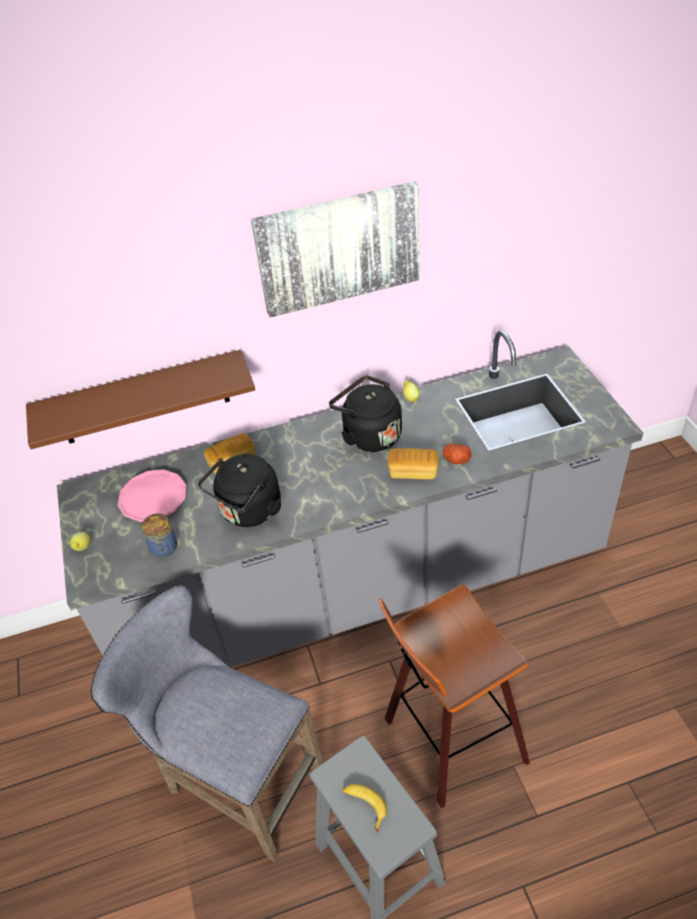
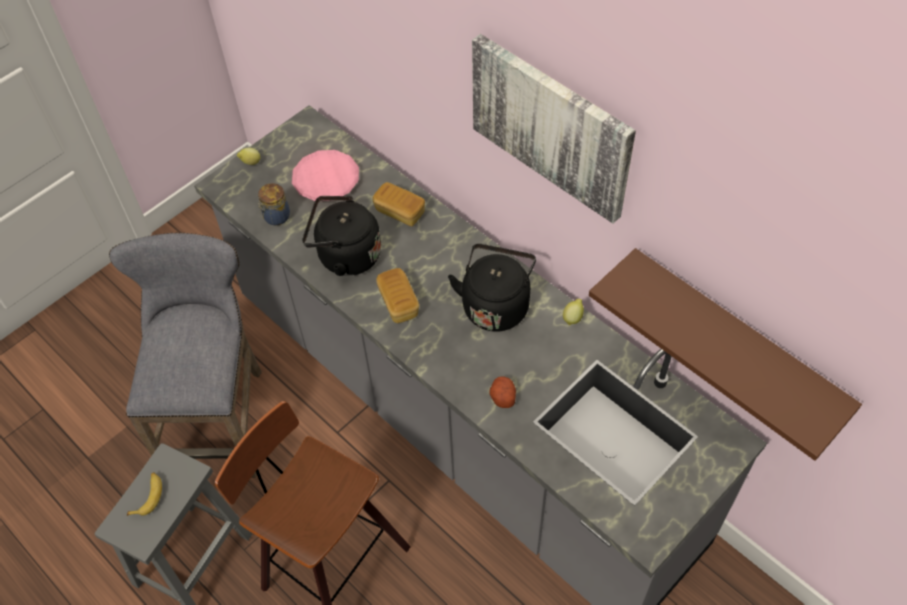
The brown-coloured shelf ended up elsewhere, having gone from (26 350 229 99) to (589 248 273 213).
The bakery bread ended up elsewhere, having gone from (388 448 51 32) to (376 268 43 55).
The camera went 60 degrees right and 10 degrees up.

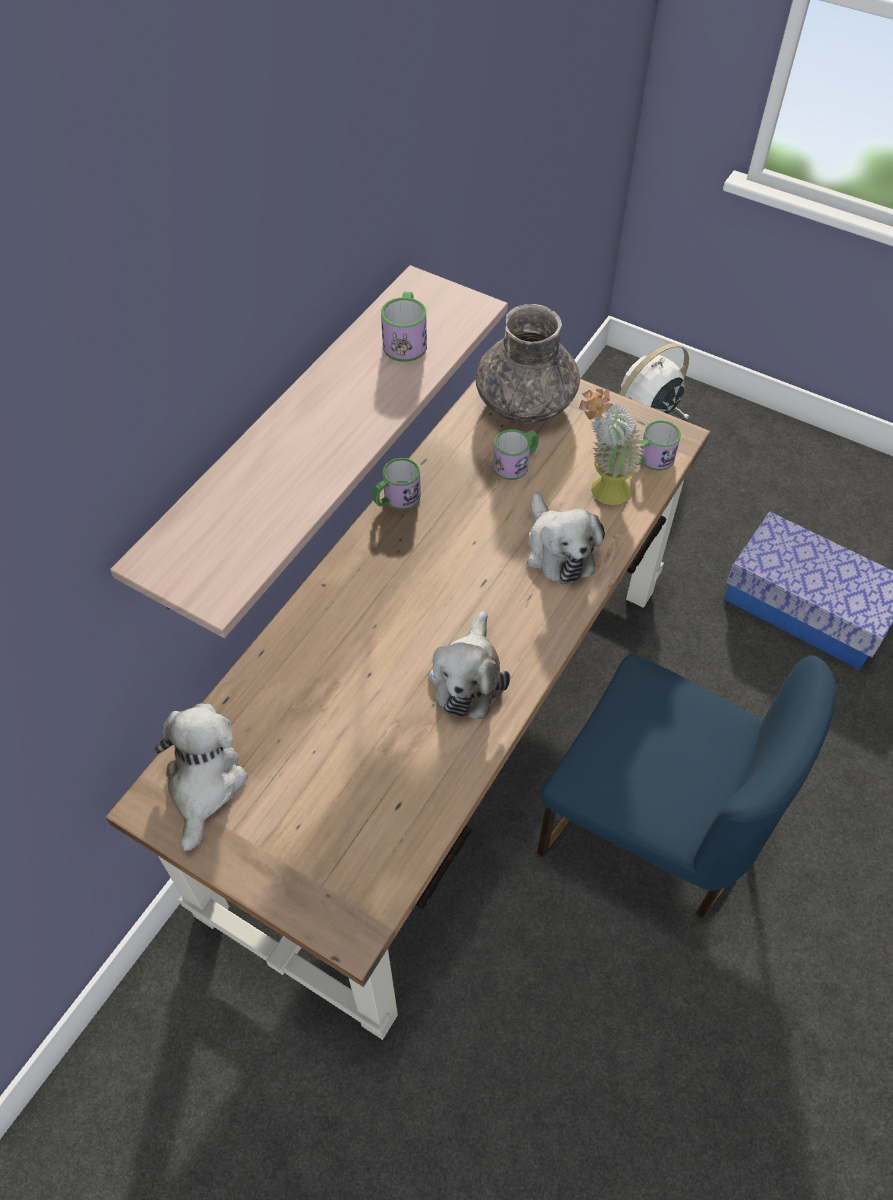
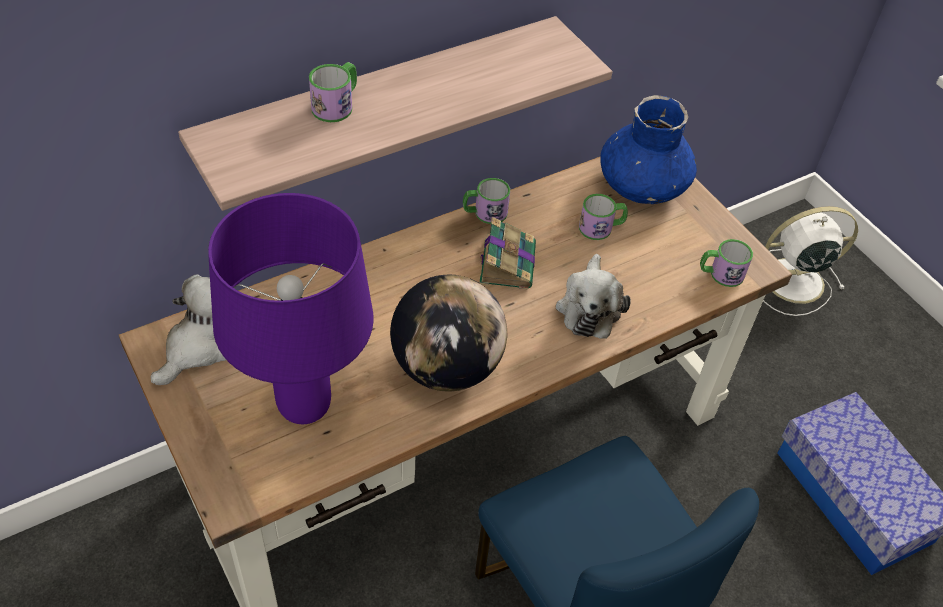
The coffee mug ended up elsewhere, having gone from (381 291 46 71) to (309 62 48 60).
Where the cuddly toy stood at (429 611 81 108), the desk globe came to stand at (390 274 117 117).
What was the grey decorative vase at (476 304 104 119) turned into the blue decorative vase at (600 95 97 109).
The second view lost the houseplant at (579 385 66 120).
The second view gained the purple lamp for a table at (208 193 166 231).
The second view gained the book at (479 217 57 72).
The camera went 25 degrees right and 5 degrees down.

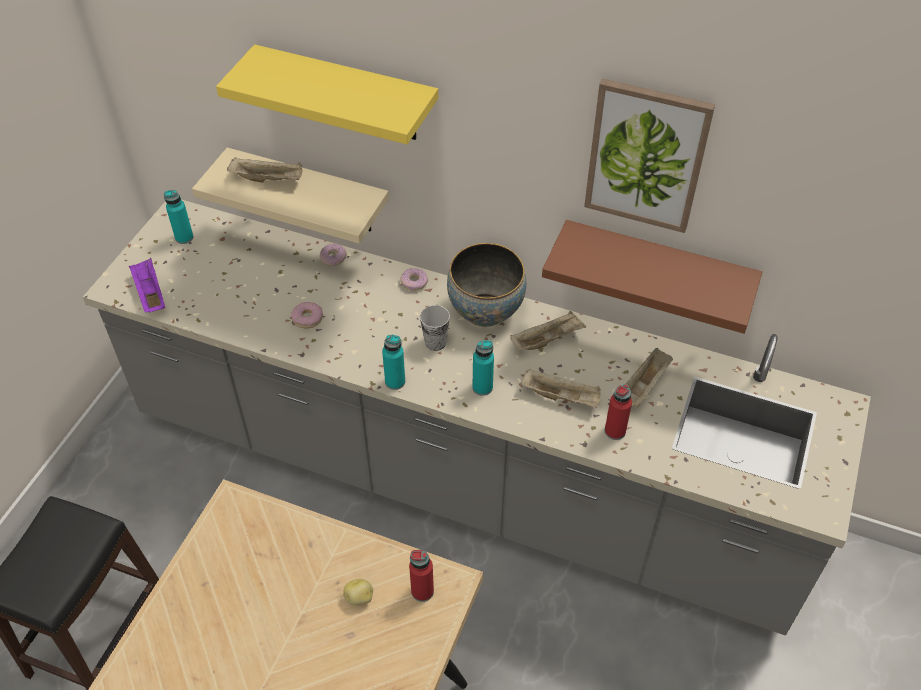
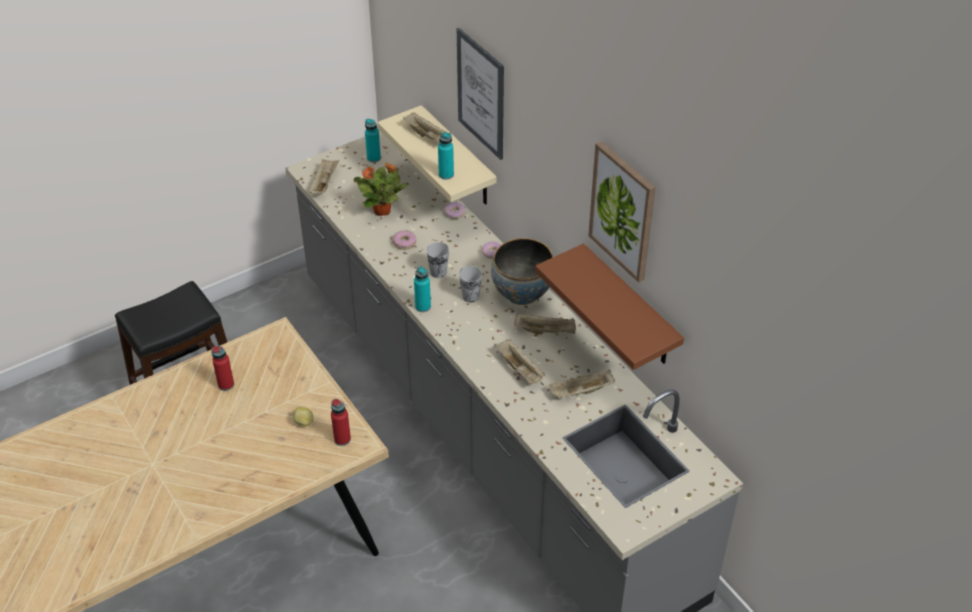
What was the purple serving tray at (129 258 36 55) turned into the beige serving tray at (309 159 30 36).
Where the yellowish shelf hung at (216 44 222 100), the picture came to hang at (457 28 47 132).
The turquoise-coloured beverage bottle ended up elsewhere, having gone from (473 340 21 56) to (438 132 16 48).
The reddish beverage bottle ended up elsewhere, having gone from (605 384 27 56) to (211 346 23 45).
The second view gained the houseplant at (353 163 54 53).
The second view gained the drinking cup at (426 242 23 36).
The camera went 35 degrees right and 5 degrees down.

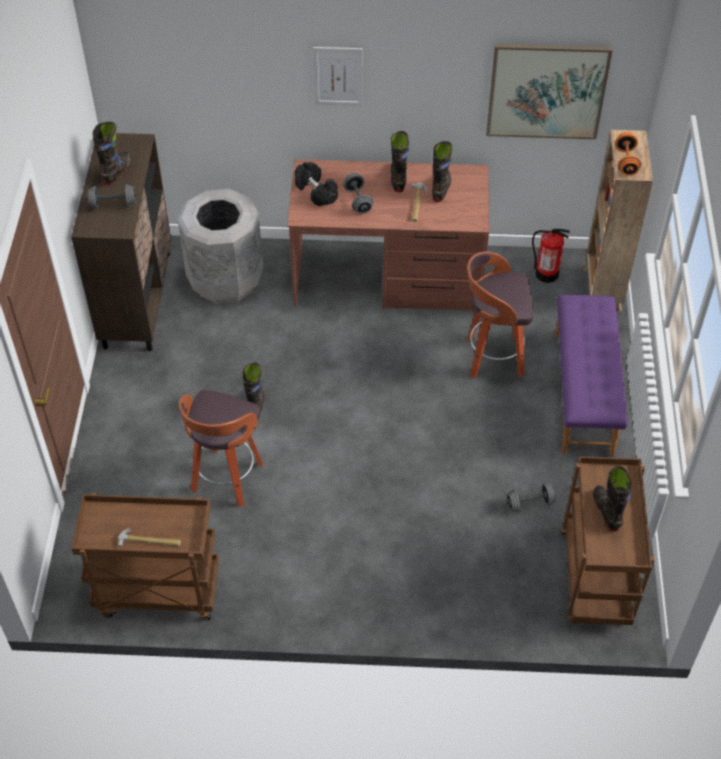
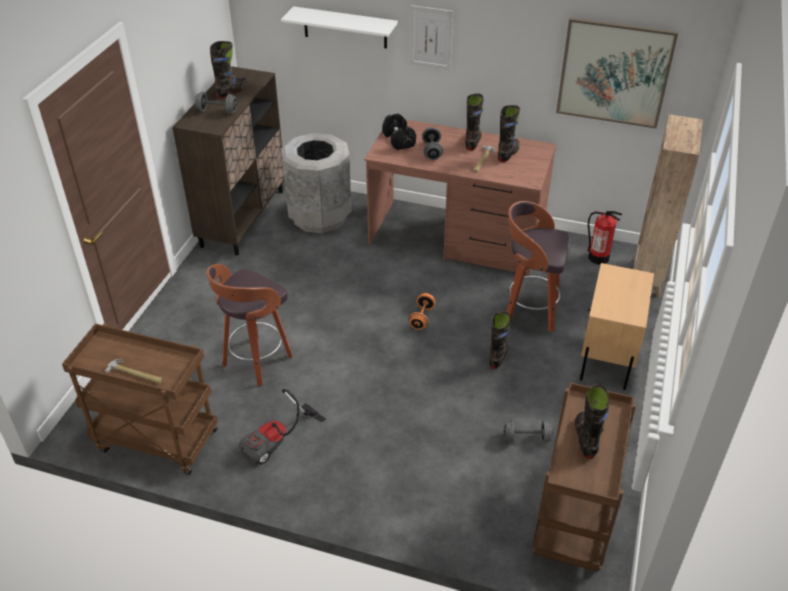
The black boot ended up elsewhere, having gone from (242 362 23 50) to (489 312 22 57).
Where the purple long seat stood at (555 295 73 161), the beige nightstand came to stand at (580 263 74 127).
The orange dumbbell ended up elsewhere, having gone from (615 132 26 44) to (409 293 27 37).
The second view gained the hoover at (239 389 87 77).
The second view gained the whitish shelf at (281 6 117 43).
The camera went 15 degrees right and 10 degrees down.

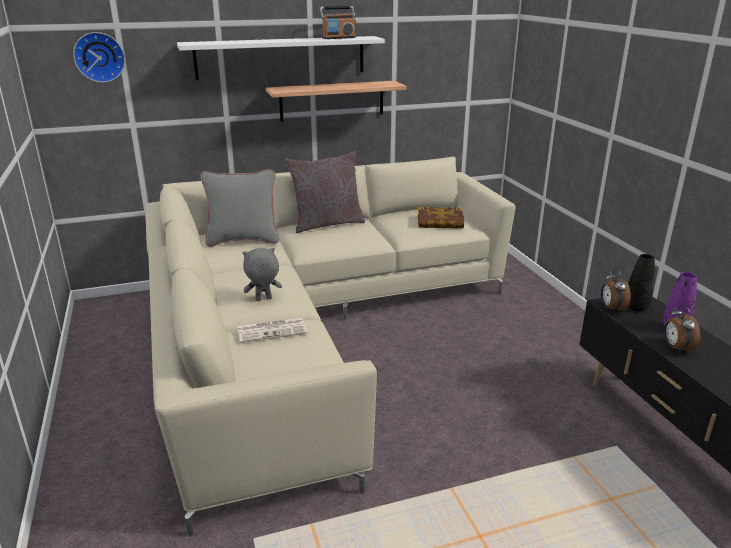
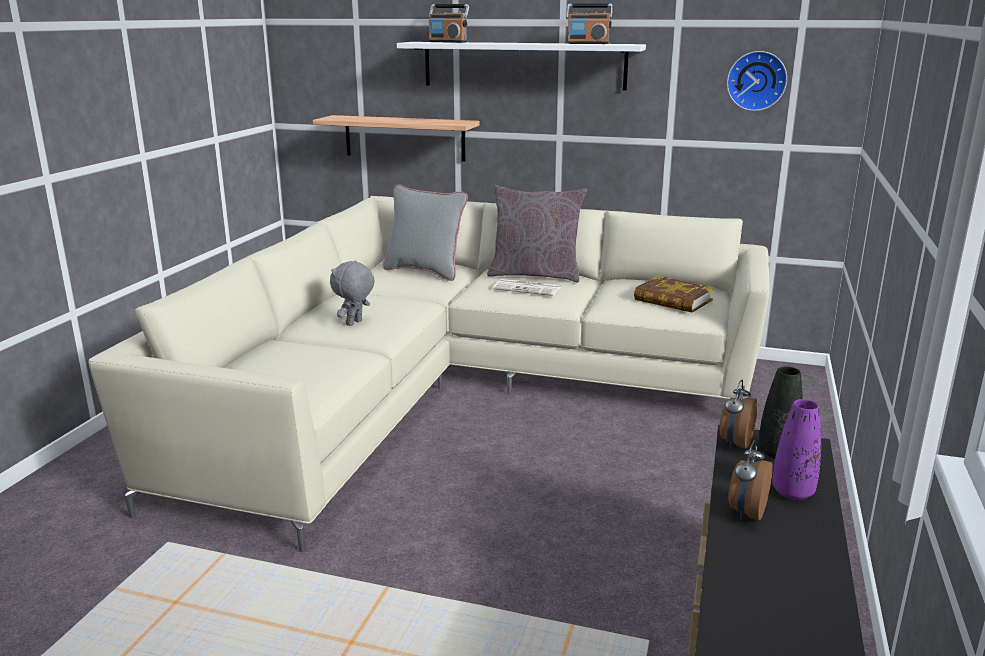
The hanging clock ended up elsewhere, having gone from (73 32 52 51) to (727 51 60 60).
The printed paper ended up elsewhere, having gone from (237 317 70 26) to (492 279 69 17).
The grey cuddly toy at (243 248 39 53) ended up facing another way, 75 degrees counterclockwise from before.
The shelf ended up elsewhere, having gone from (266 81 141 41) to (313 115 167 47).
The second view gained the radio receiver at (428 4 41 39).
The camera went 35 degrees right and 5 degrees down.

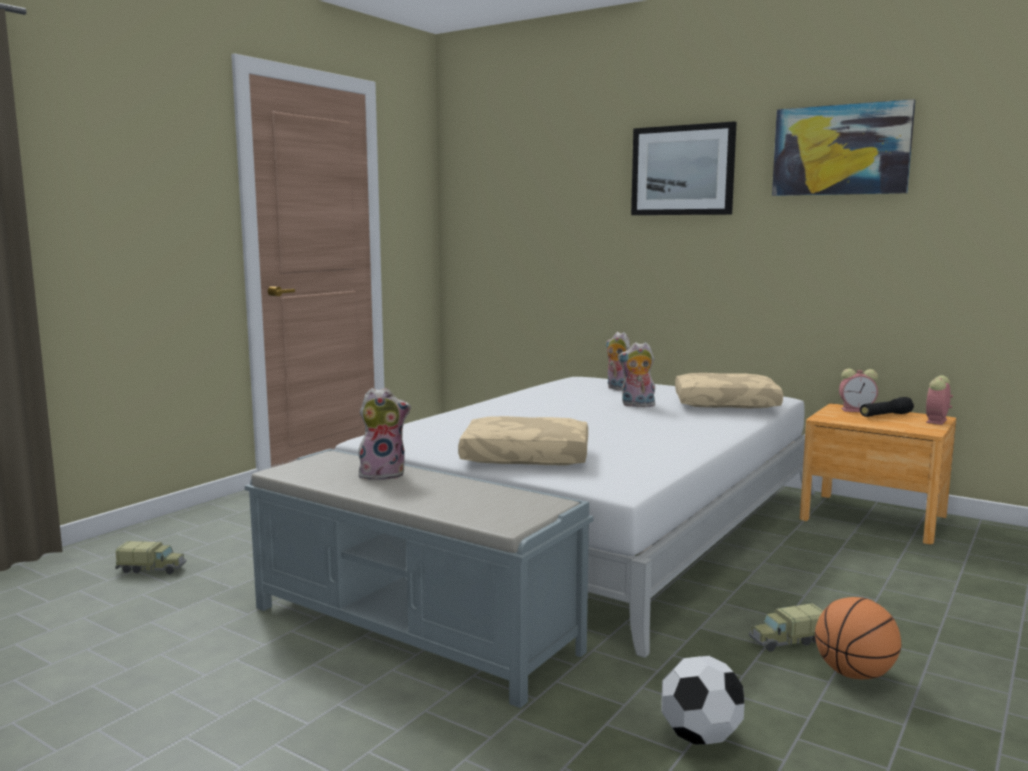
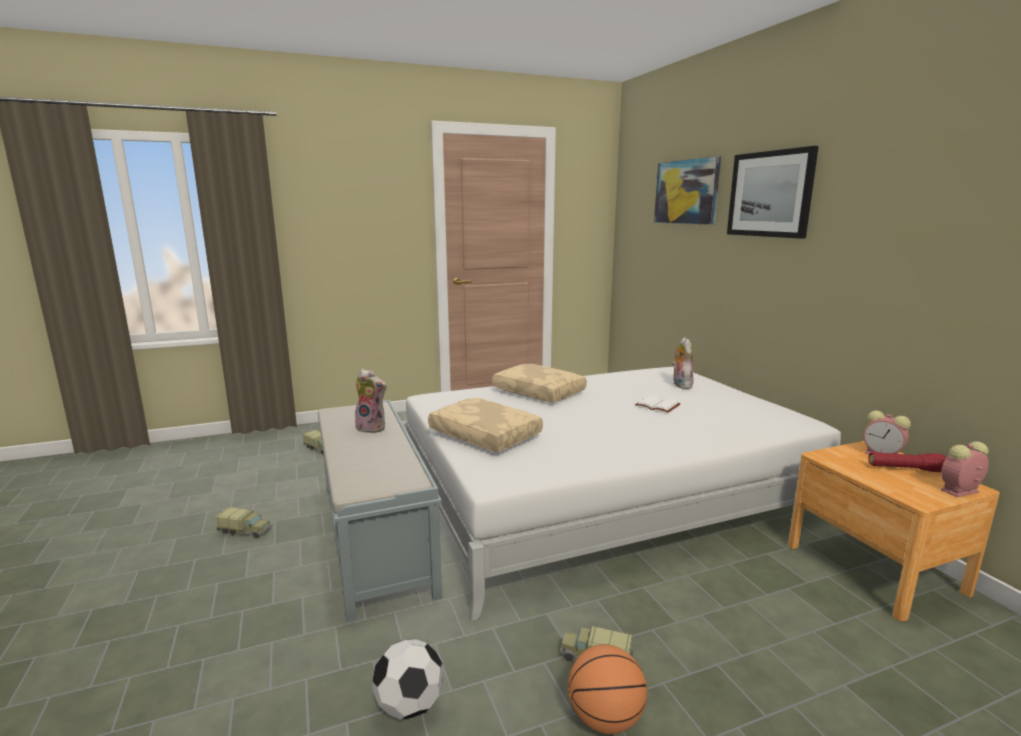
Where the cuddly toy stood at (618 342 37 65), the whitish book came to stand at (635 395 46 18).
The beige cushion ended up elsewhere, having gone from (675 373 108 35) to (492 364 95 38).
The picture ended up elsewhere, having gone from (772 99 143 97) to (654 156 67 69).
What was the black hand torch at (860 397 54 20) turned into the reddish hand torch at (868 452 78 20).
The second view gained the toy truck at (216 507 55 31).
The camera went 35 degrees right and 5 degrees up.

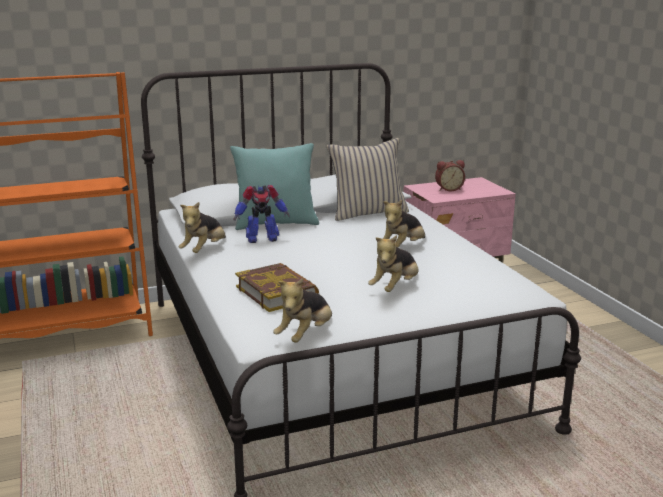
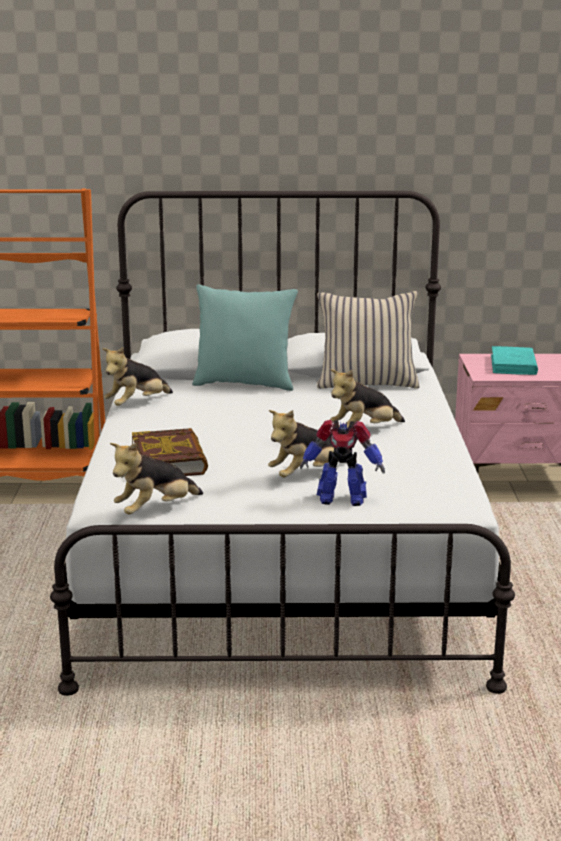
The toy robot ended up elsewhere, having gone from (233 185 57 58) to (300 420 85 86).
Where the alarm clock stood at (435 160 30 32), the turquoise-coloured book came to stand at (491 346 47 29).
The camera went 20 degrees right and 0 degrees up.

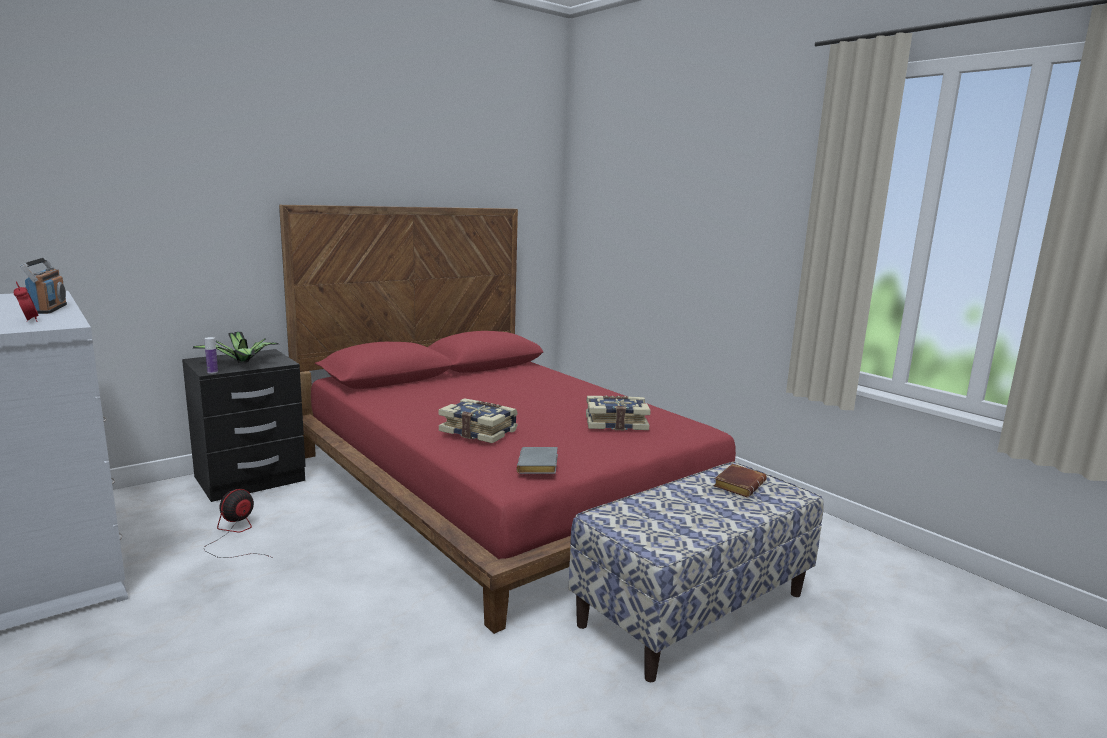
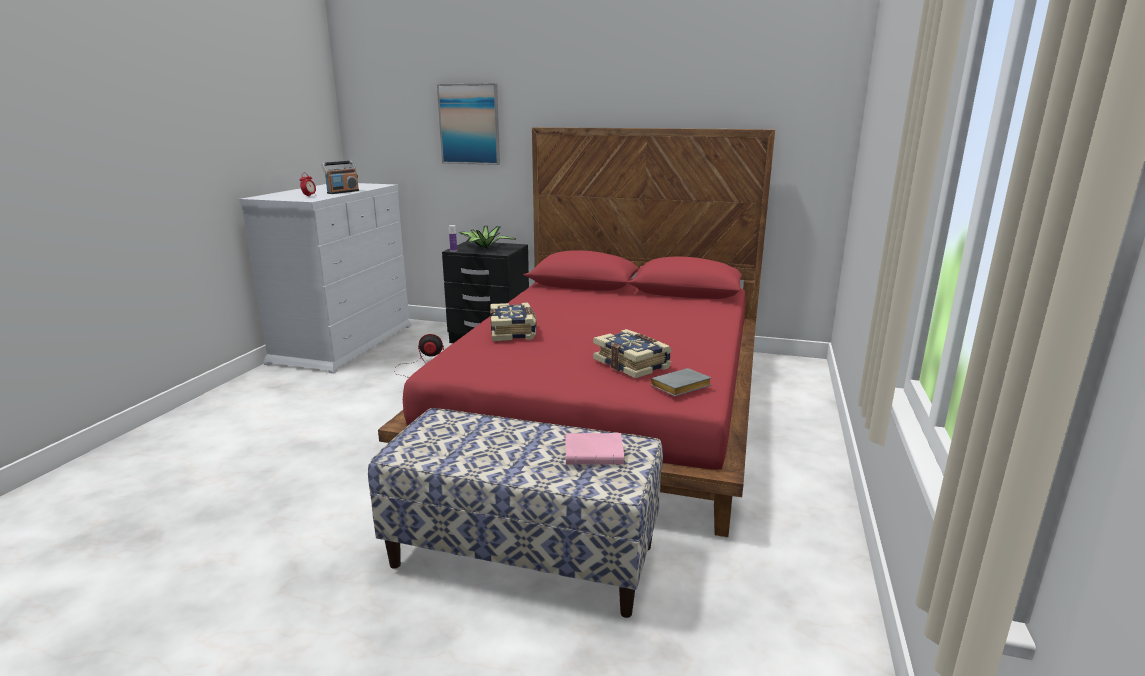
The grey book ended up elsewhere, having gone from (516 447 42 27) to (651 368 61 28).
What was the brown-coloured book at (713 464 54 33) turned into the pink-coloured book at (566 433 58 32).
The second view gained the picture at (437 83 63 82).
The camera went 55 degrees right and 5 degrees up.

